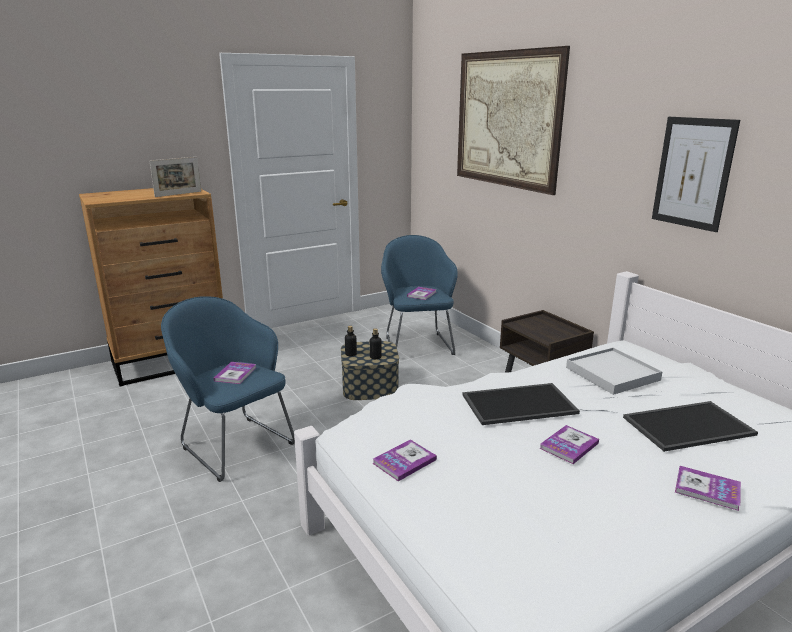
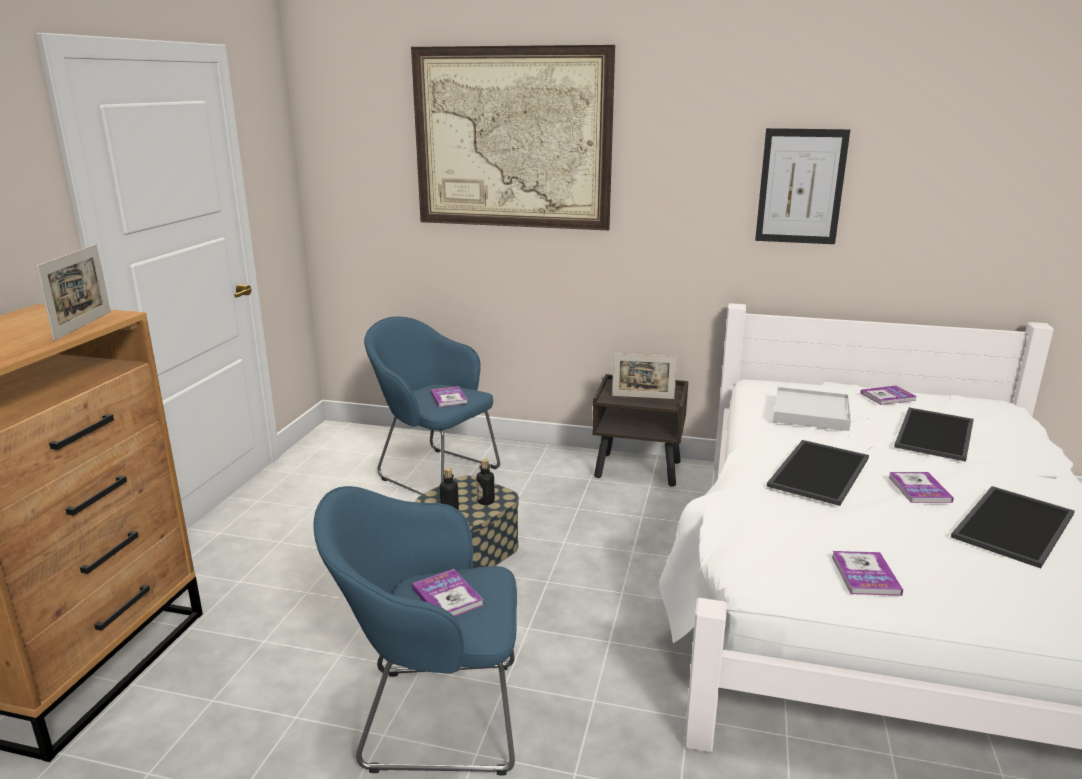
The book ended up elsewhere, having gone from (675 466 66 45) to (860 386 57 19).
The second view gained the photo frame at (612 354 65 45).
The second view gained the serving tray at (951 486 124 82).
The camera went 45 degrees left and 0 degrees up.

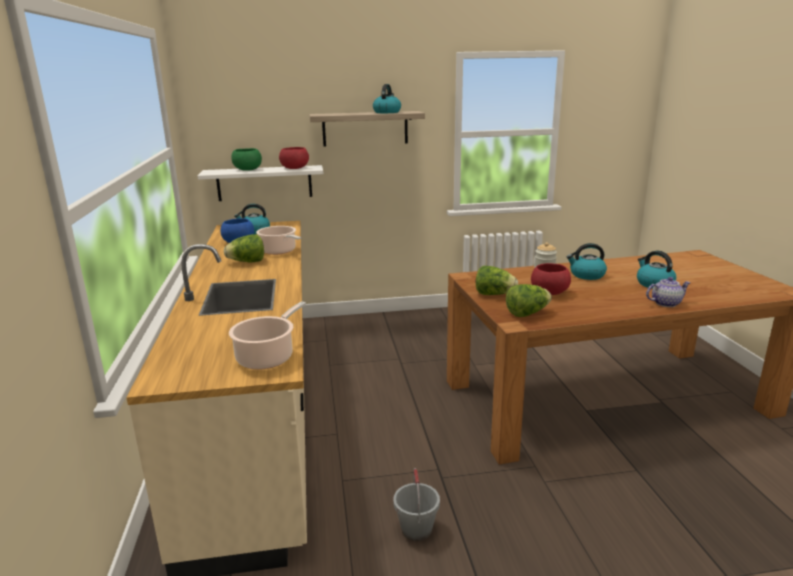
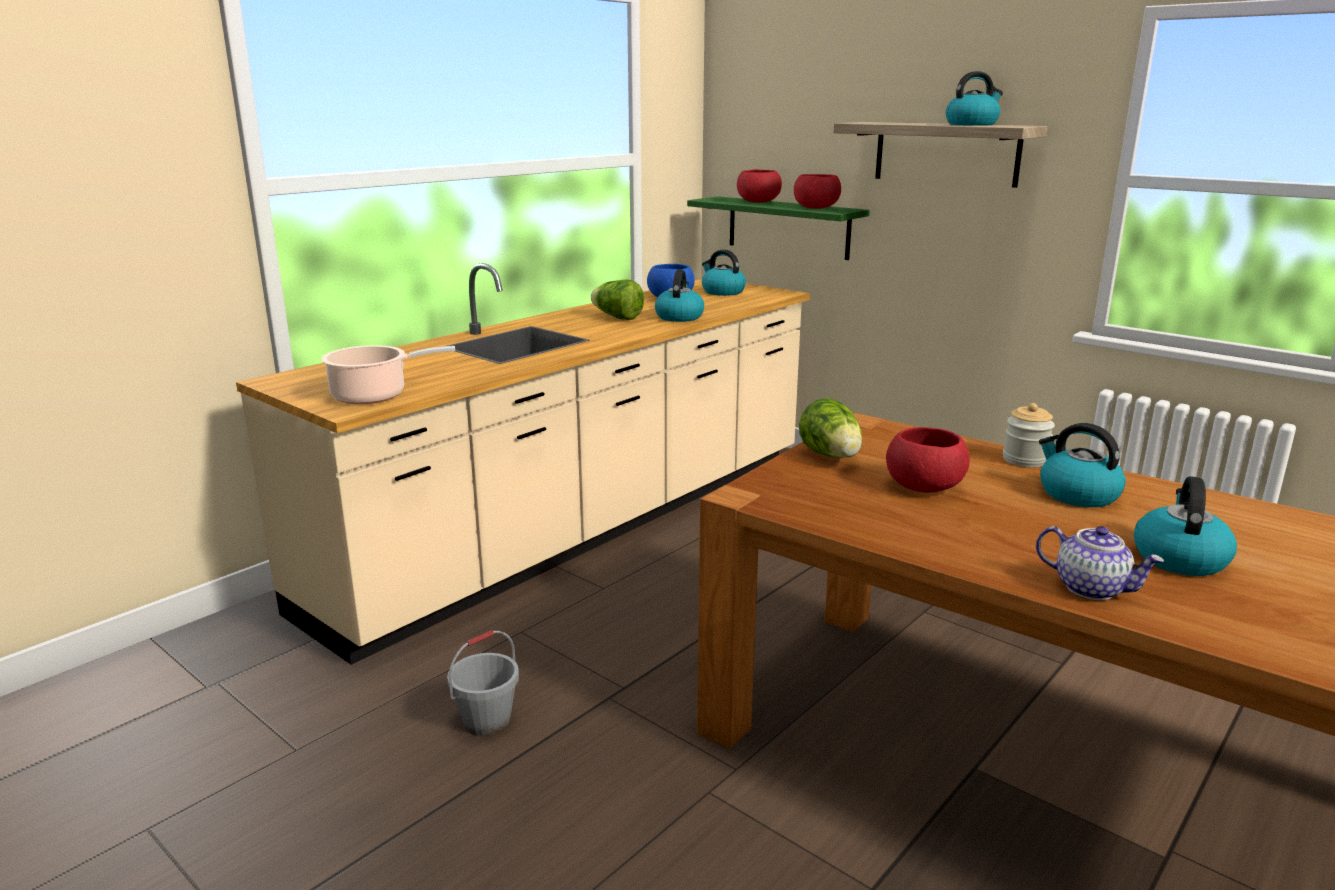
What was the whitish shelf at (198 165 126 36) turned into the greenish shelf at (687 196 183 64).
What was the greenish serving bowl at (231 148 31 23) turned into the reddish serving bowl at (737 169 45 34).
Where the cooking pot stood at (256 226 45 29), the kettle came to stand at (655 270 49 52).
The second view lost the lettuce at (506 284 46 33).
The camera went 50 degrees right and 0 degrees up.

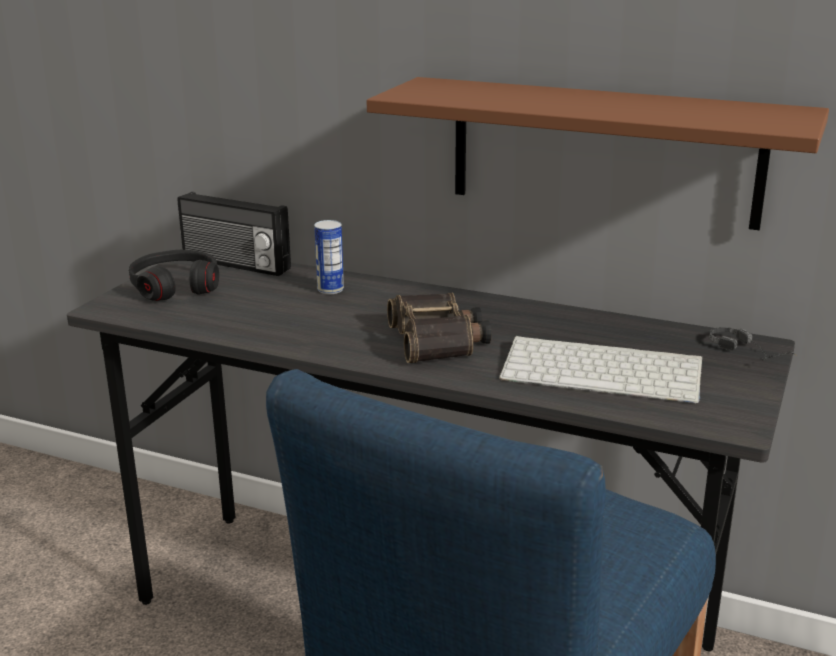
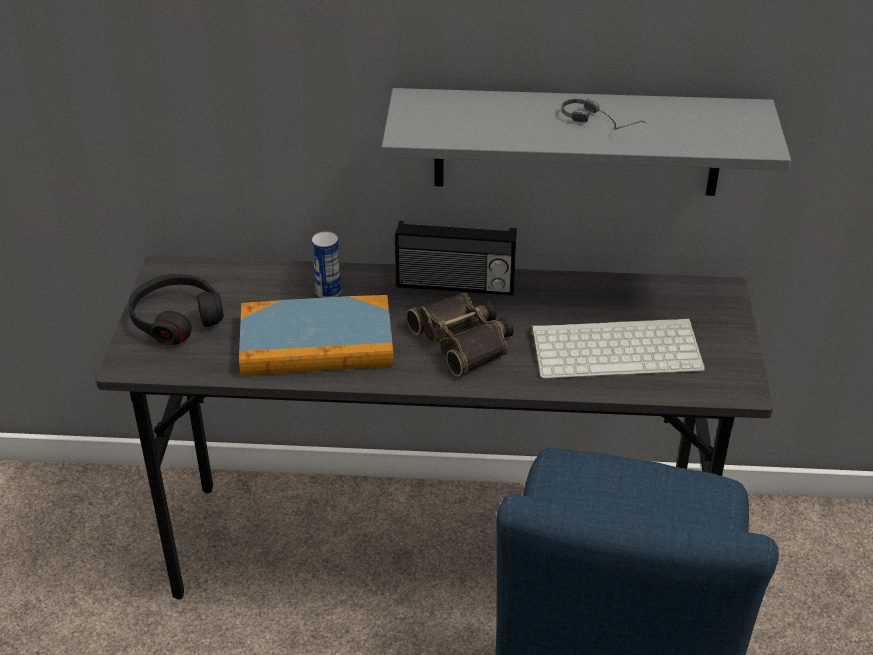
The radio receiver ended up elsewhere, having gone from (177 192 114 84) to (395 220 122 75).
What was the brown-coloured shelf at (367 77 462 153) turned into the grey shelf at (382 88 409 108).
The headphones ended up elsewhere, having gone from (710 327 87 33) to (561 99 85 31).
The second view gained the book at (239 295 155 81).
The camera went 20 degrees left and 15 degrees up.

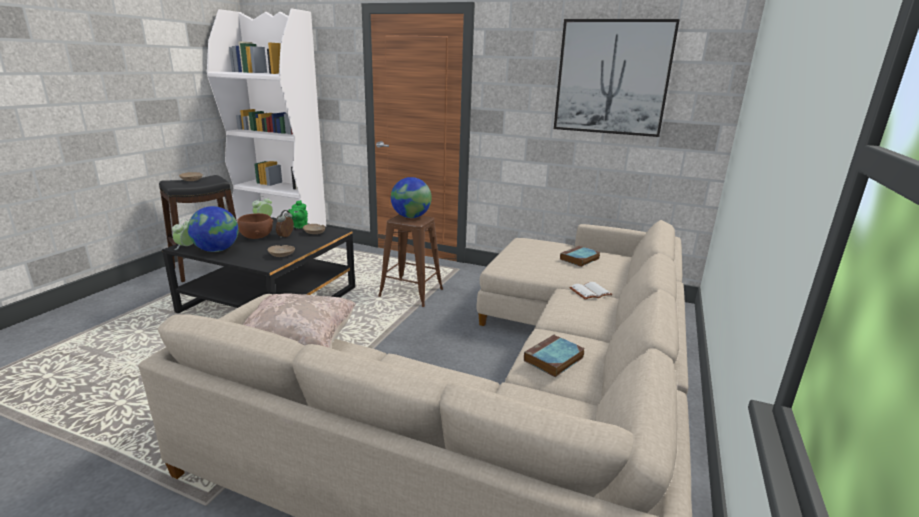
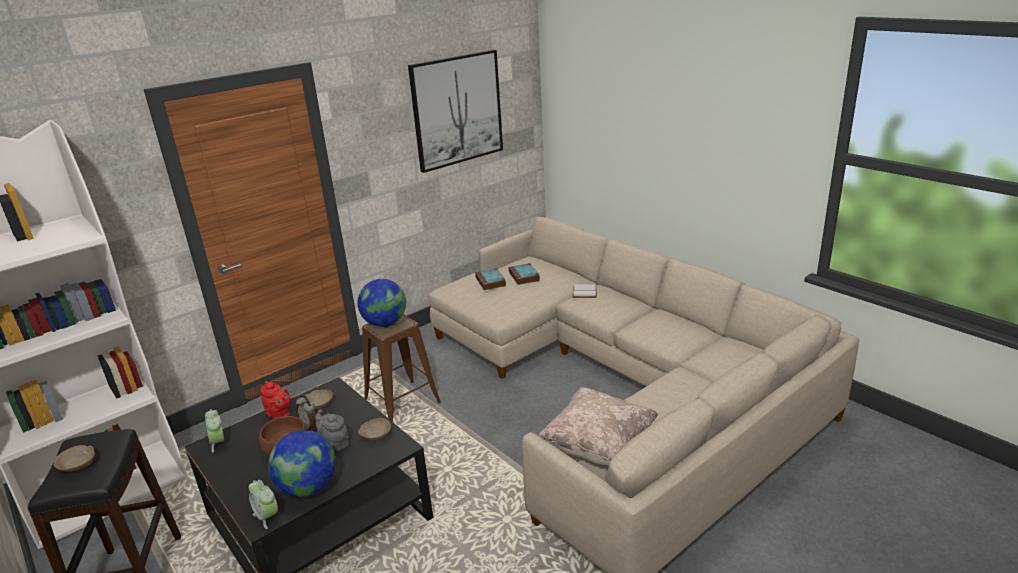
What was the greenish pot for tea at (288 200 20 29) turned into the reddish pot for tea at (260 381 31 38).
The book ended up elsewhere, having gone from (524 335 61 42) to (475 268 31 22).
The second view gained the grey pot for tea at (315 409 34 43).
The camera went 60 degrees left and 5 degrees up.

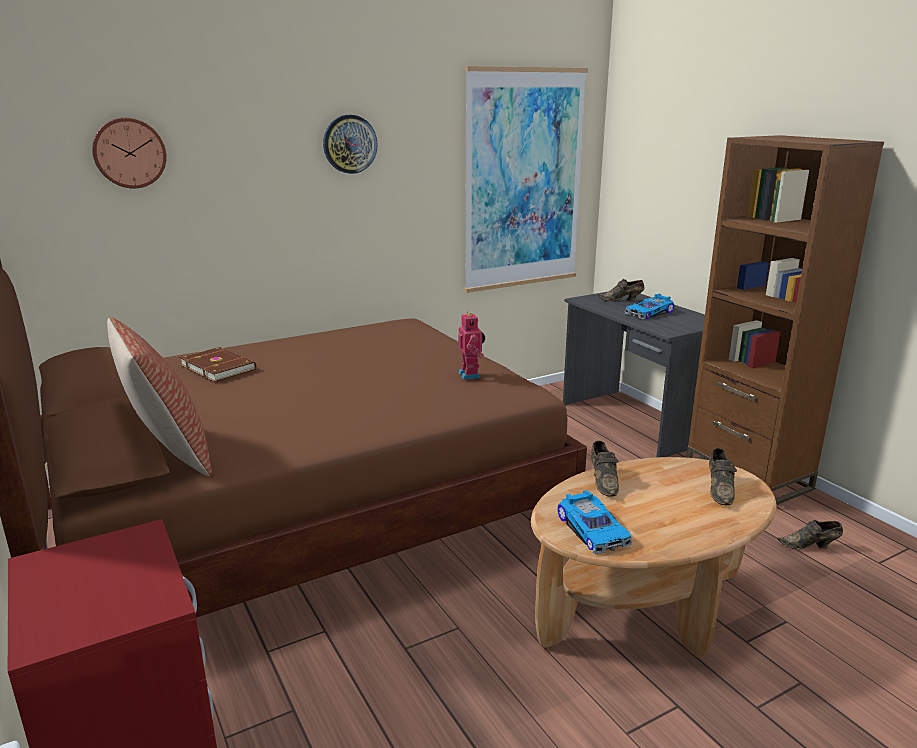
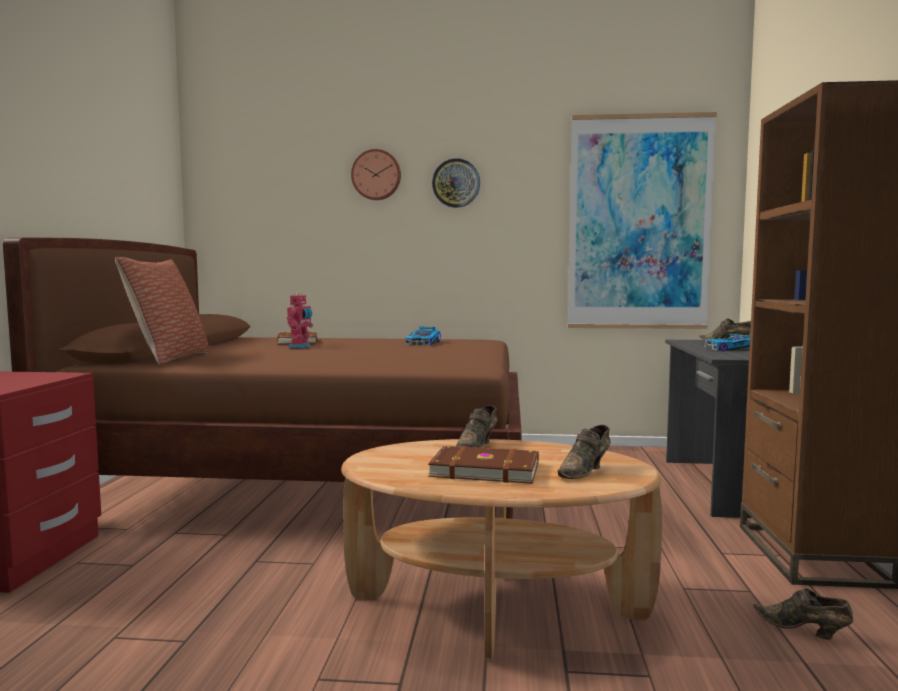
The hanging clock ended up elsewhere, having gone from (92 118 75 71) to (351 149 50 51).
The toy robot ended up elsewhere, having gone from (458 311 27 69) to (287 292 26 56).
The miniature car ended up elsewhere, having gone from (558 490 74 64) to (404 326 37 19).
The second view gained the brown-coloured book at (428 446 111 38).
The camera went 35 degrees right and 15 degrees down.

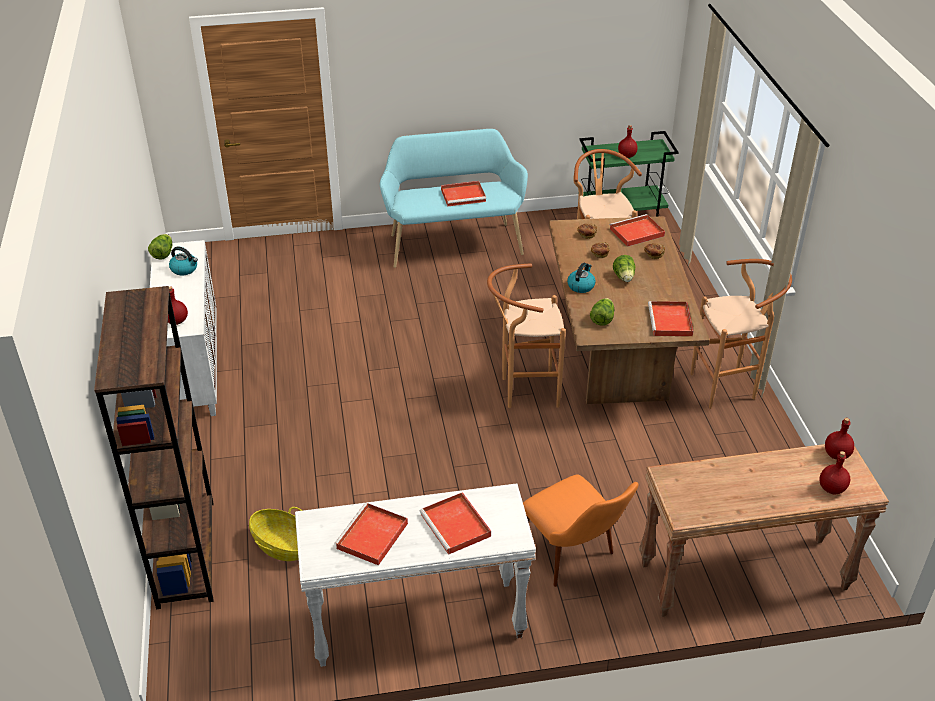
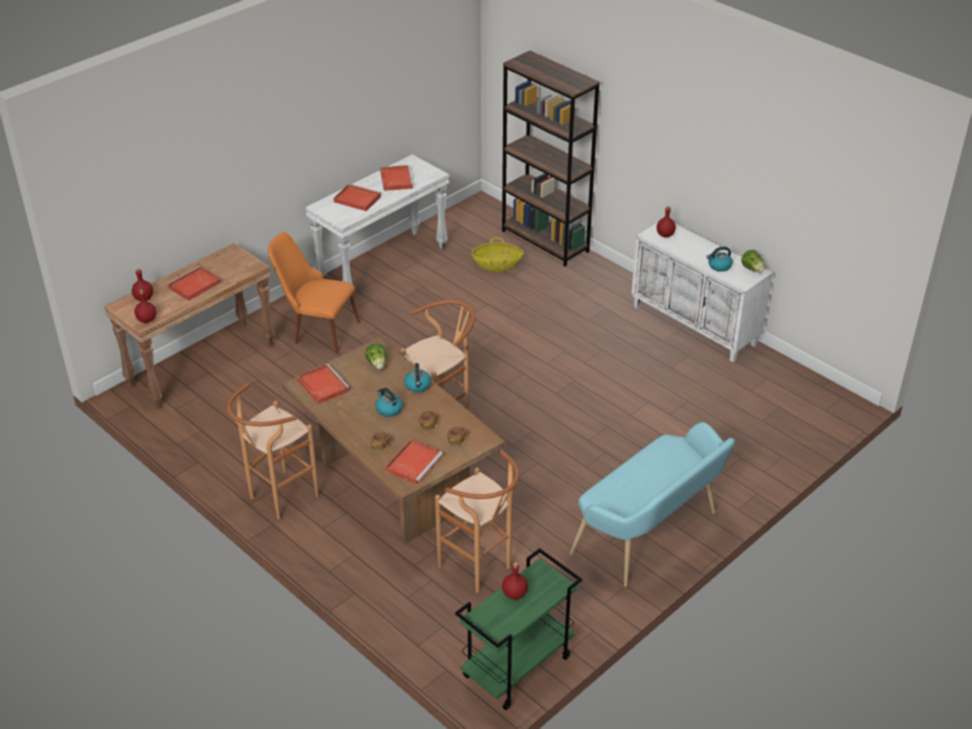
The reddish serving tray ended up elsewhere, having gone from (441 181 45 25) to (167 266 54 35).
Where the lettuce stood at (613 255 22 27), the kettle came to stand at (375 388 28 29).
The camera went 145 degrees right and 0 degrees up.

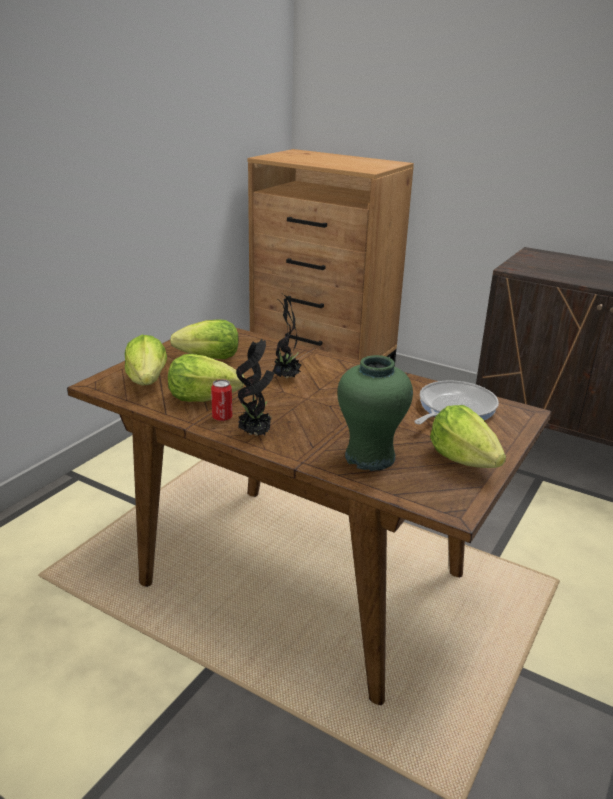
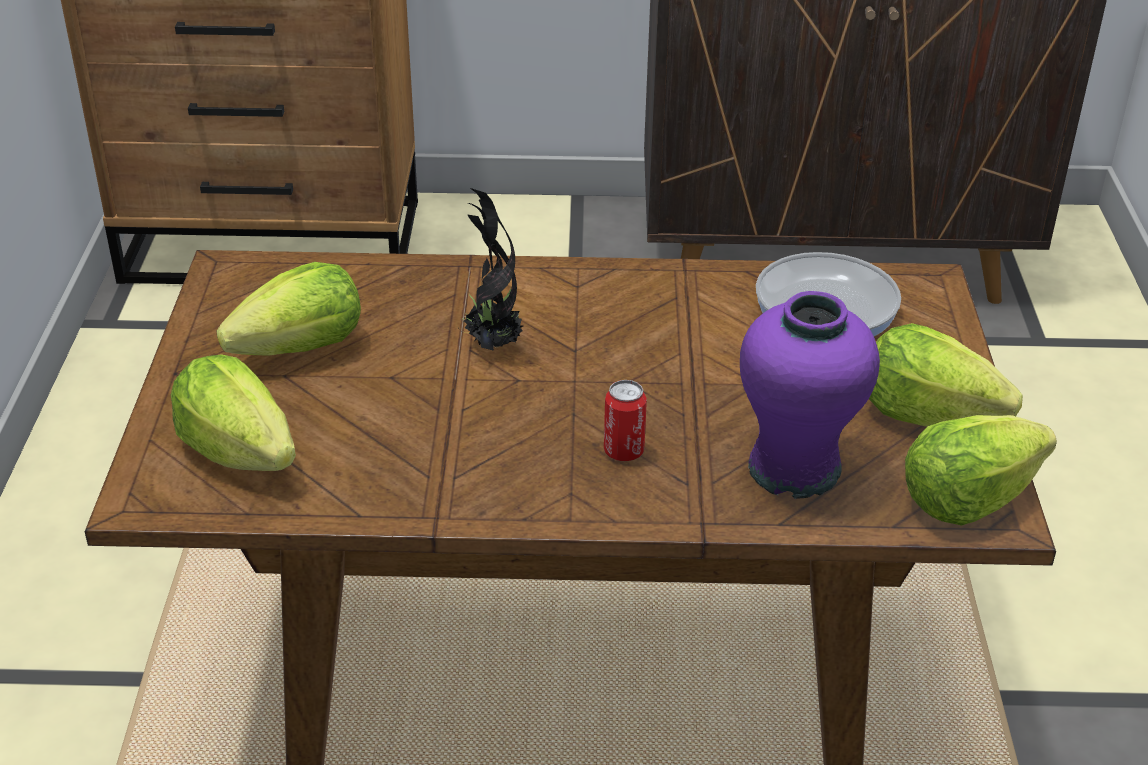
The lettuce ended up elsewhere, having gone from (168 354 76 48) to (905 415 152 111).
The can ended up elsewhere, having gone from (211 379 21 42) to (604 380 43 81).
The second view lost the houseplant at (236 339 38 97).
What was the greenish decorative vase at (337 355 76 116) turned into the purple decorative vase at (740 291 140 208).
The camera went 30 degrees left and 10 degrees up.

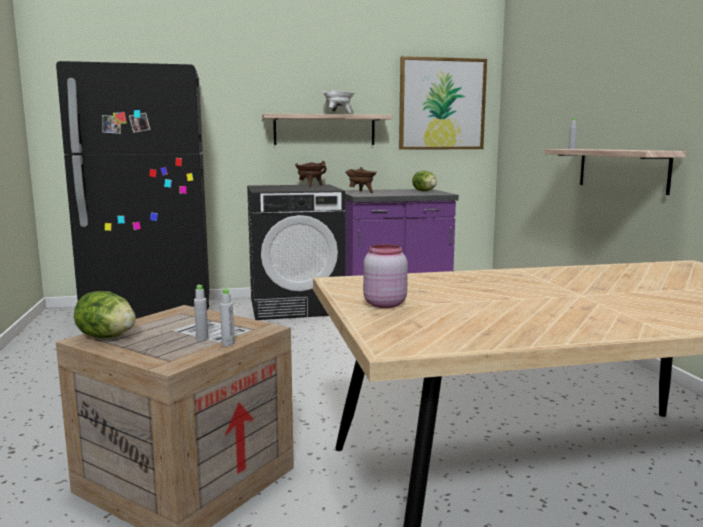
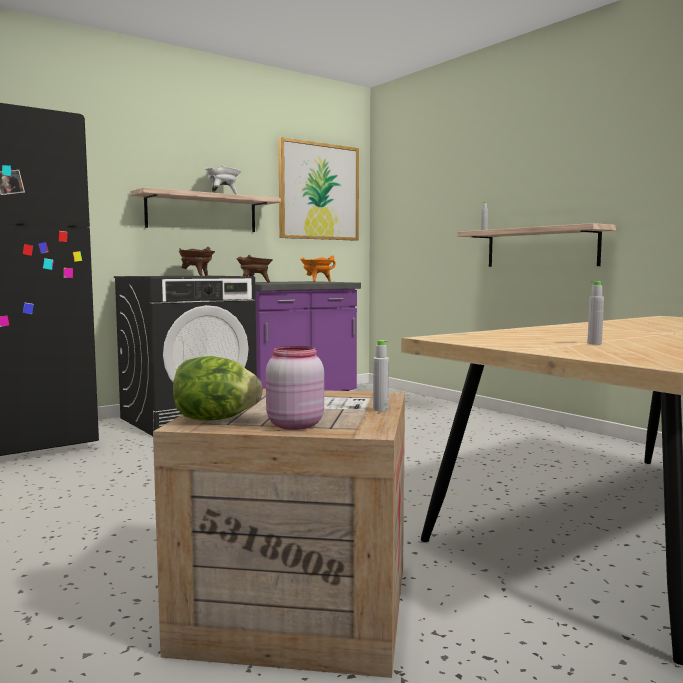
The grey beverage bottle ended up elsewhere, having gone from (194 284 14 57) to (587 281 17 63).
The pink-coloured jar ended up elsewhere, having gone from (363 244 45 64) to (266 346 58 84).
Where the lettuce stood at (412 170 25 22), the orange cooking pot came to stand at (300 255 36 27).
The camera went 25 degrees left and 5 degrees down.

